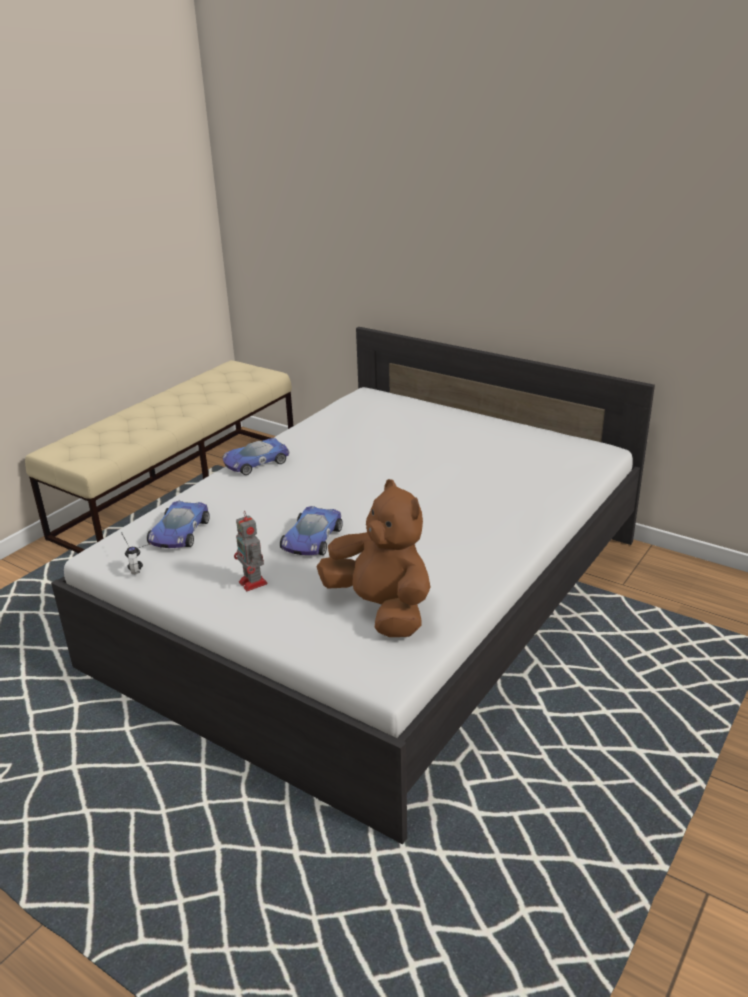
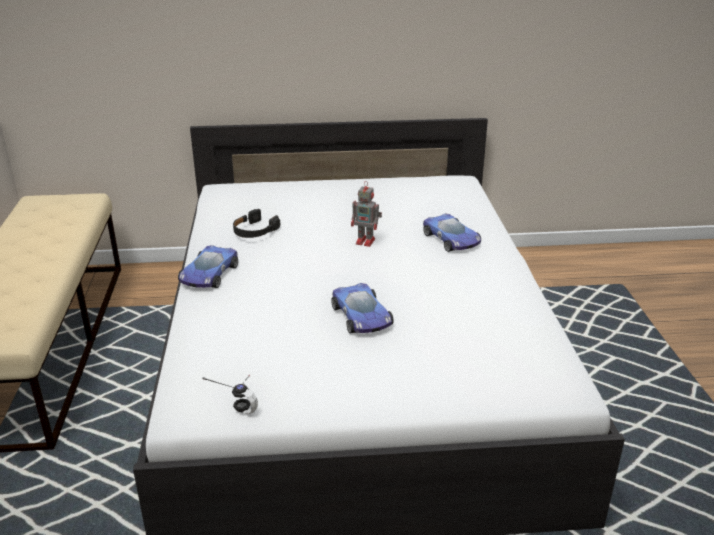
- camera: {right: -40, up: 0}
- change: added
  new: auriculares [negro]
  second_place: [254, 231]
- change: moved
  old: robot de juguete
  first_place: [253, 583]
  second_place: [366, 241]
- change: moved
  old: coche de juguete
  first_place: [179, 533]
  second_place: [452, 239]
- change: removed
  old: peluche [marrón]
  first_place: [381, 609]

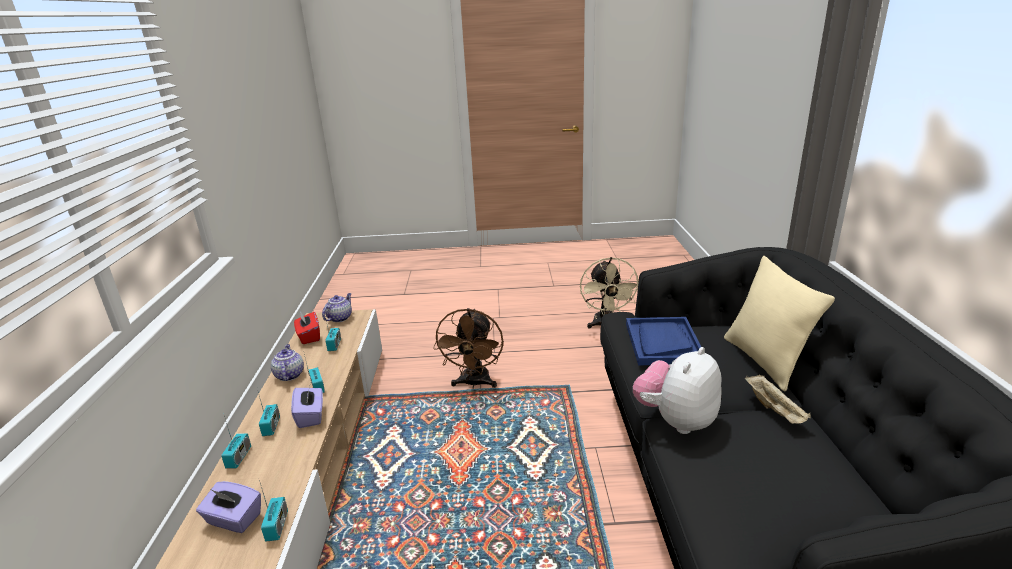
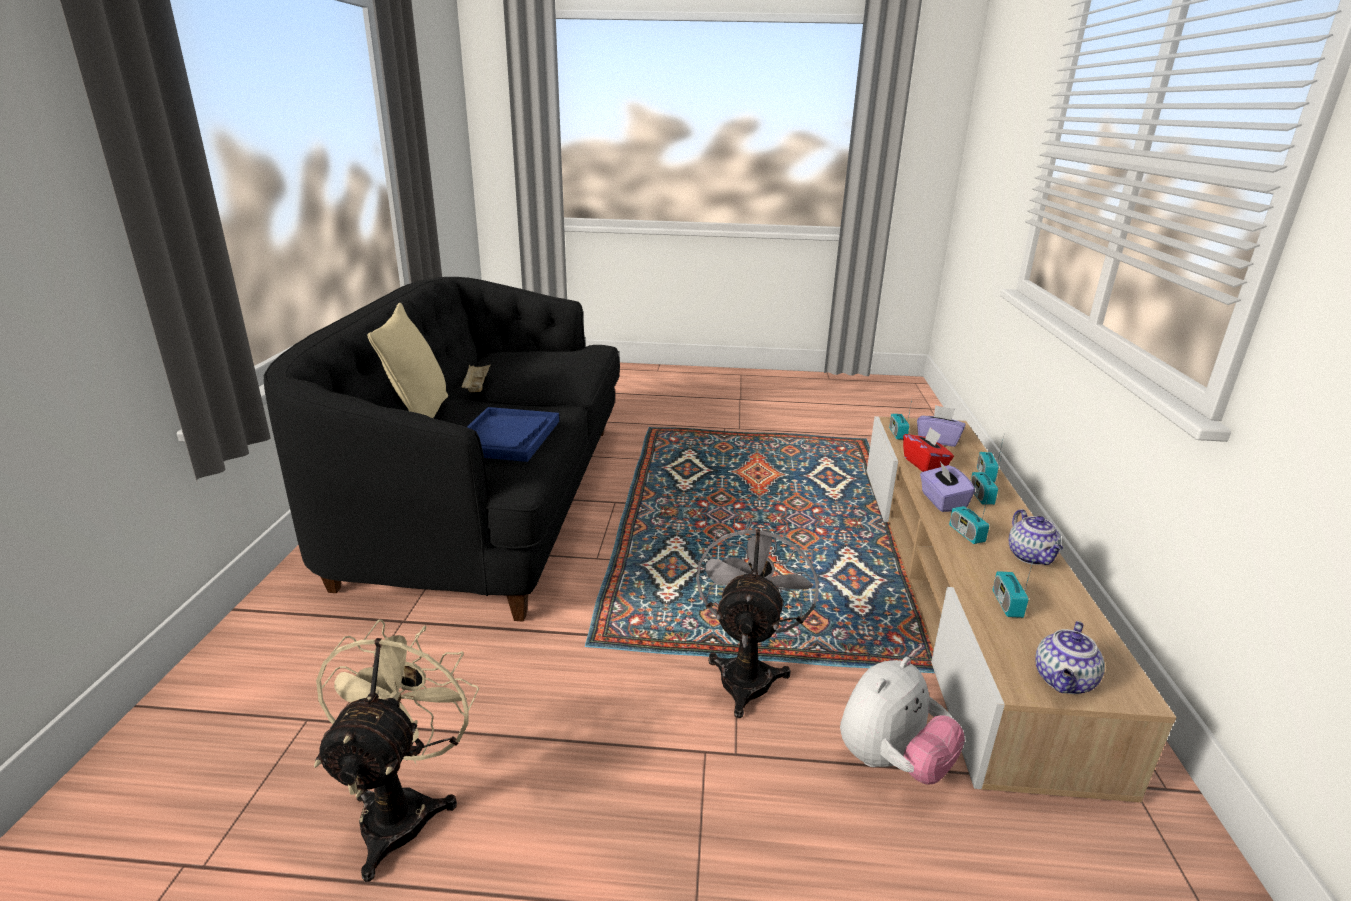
- camera: {right: -175, up: 0}
- change: recoloured
  old: ventilador [marrón]
  new: ventilador [gris]
  first_place: [474, 383]
  second_place: [748, 672]
- change: moved
  old: peluche
  first_place: [676, 420]
  second_place: [891, 762]
- change: moved
  old: caja de pañuelos [rojo]
  first_place: [309, 337]
  second_place: [925, 464]

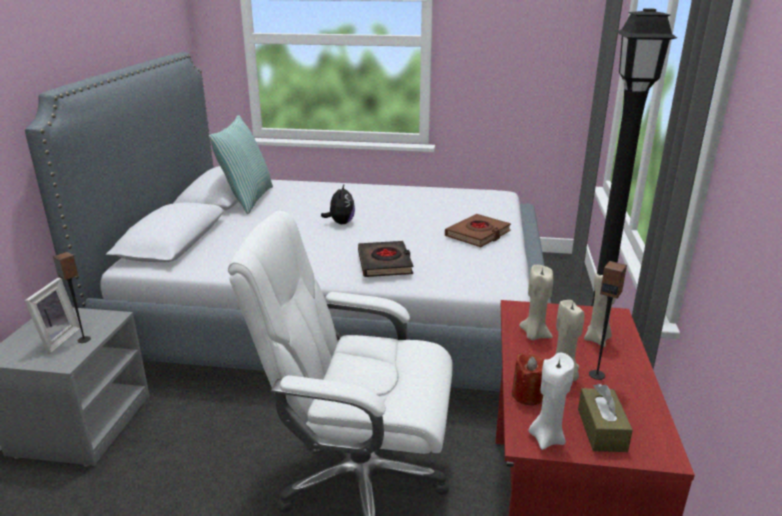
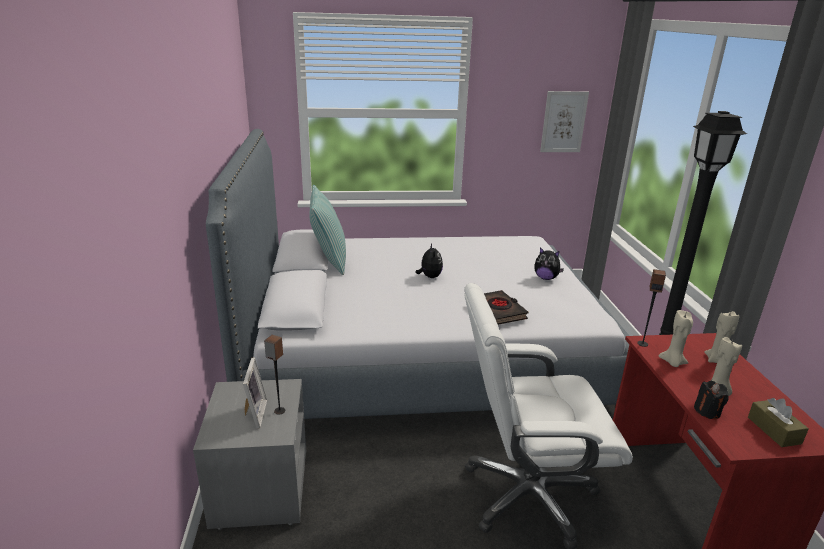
- camera: {right: -15, up: 0}
- change: replaced
  old: libro [marrón]
  new: peluche
  first_place: [478, 234]
  second_place: [546, 278]
- change: added
  new: cuadro
  second_place: [563, 122]
- change: moved
  old: altavoz
  first_place: [597, 375]
  second_place: [642, 343]
- change: recoloured
  old: vela [rojo]
  new: vela [negro]
  first_place: [527, 395]
  second_place: [707, 411]
- change: removed
  old: vela [blanco]
  first_place: [547, 438]

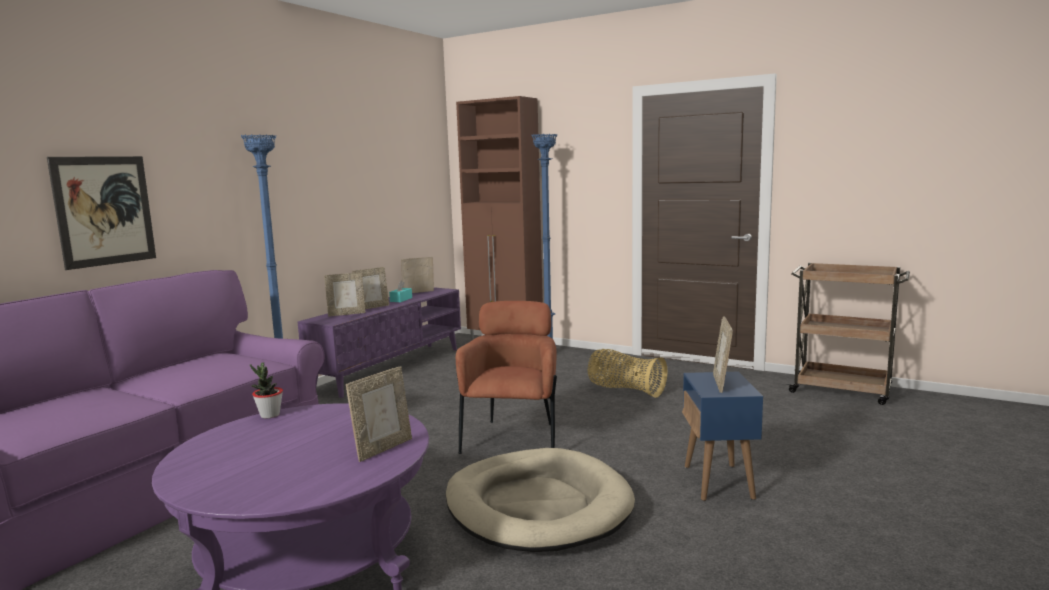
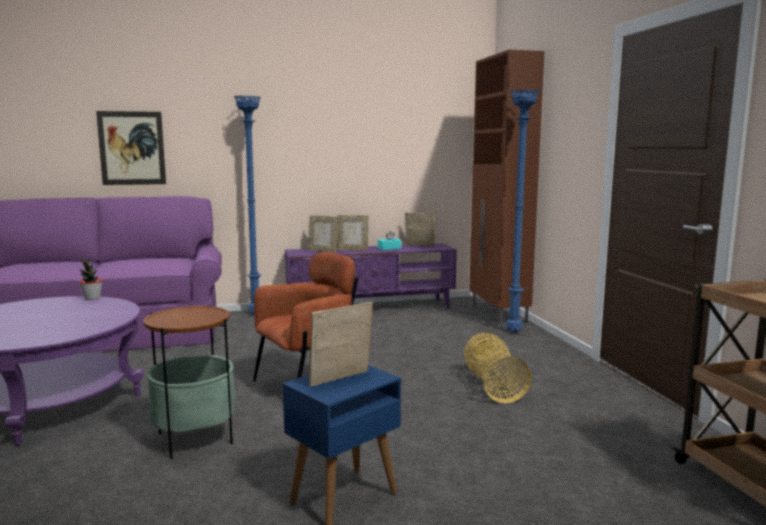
- camera: {right: 45, up: 0}
- change: replaced
  old: cama para perro [beis]
  new: mesa auxiliar
  first_place: [537, 506]
  second_place: [195, 438]
- change: removed
  old: portarretratos
  first_place: [383, 448]

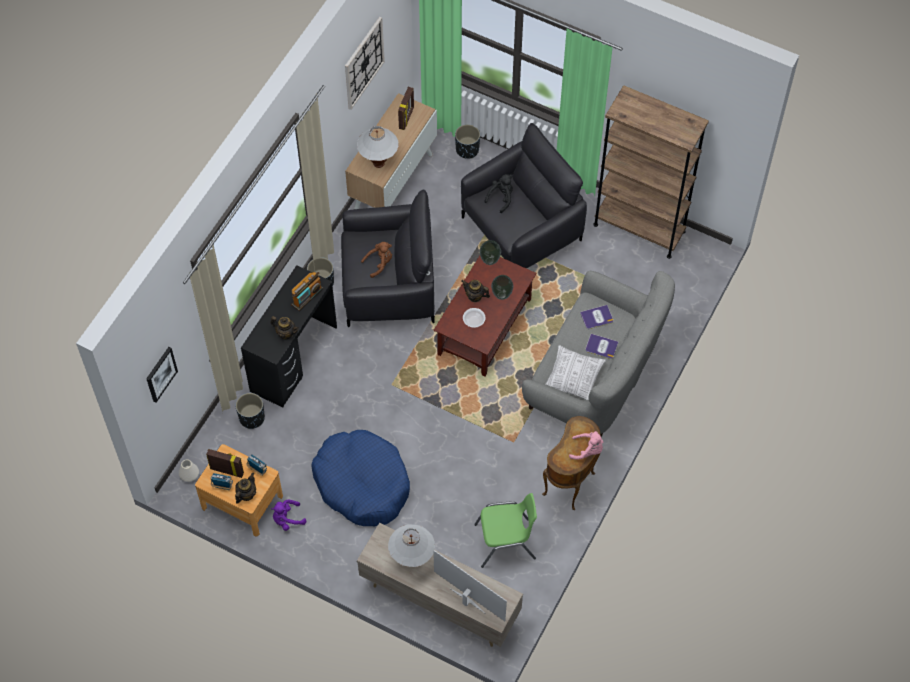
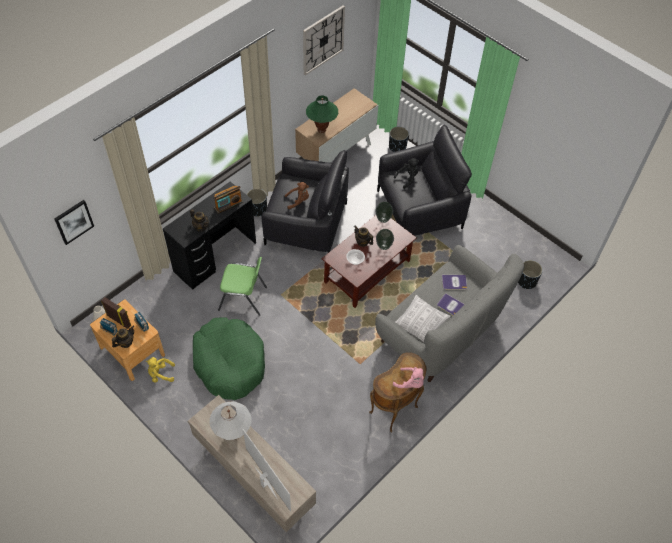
- camera: {right: 15, up: -5}
- change: recoloured
  old: peluche [morado]
  new: peluche [amarillo]
  first_place: [287, 519]
  second_place: [160, 374]
- change: recoloured
  old: cama para perro [azul]
  new: cama para perro [verde]
  first_place: [362, 483]
  second_place: [229, 363]
- change: moved
  old: silla [verde]
  first_place: [506, 542]
  second_place: [243, 298]
- change: recoloured
  old: lámpara de mesa [blanco]
  new: lámpara de mesa [verde]
  first_place: [379, 163]
  second_place: [322, 130]
- change: moved
  old: maceta [negro]
  first_place: [252, 418]
  second_place: [526, 281]
- change: removed
  old: portarretratos
  first_place: [407, 118]
- change: removed
  old: estantería [marrón]
  first_place: [639, 228]

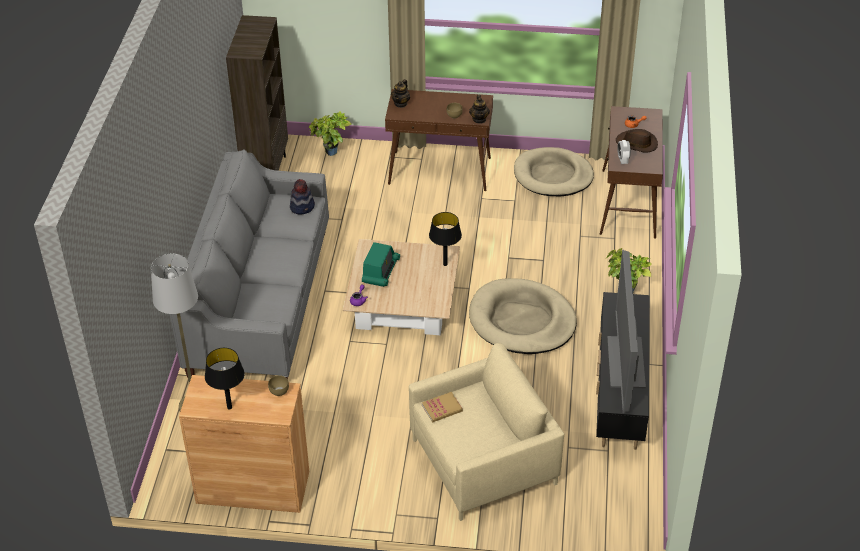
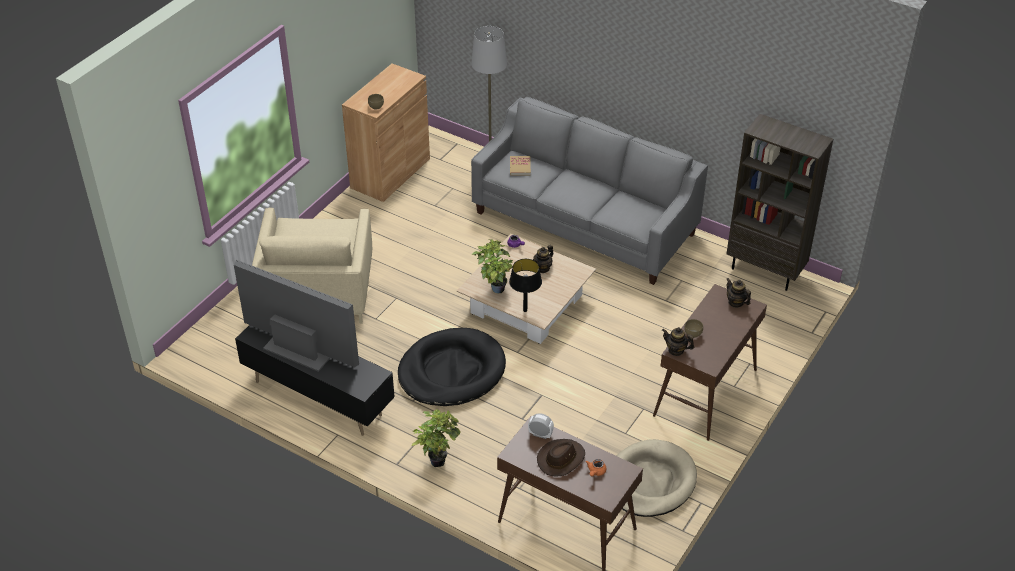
- camera: {right: 115, up: 0}
- change: recoloured
  old: cama para perro [beis]
  new: cama para perro [negro]
  first_place: [522, 321]
  second_place: [451, 371]
- change: moved
  old: planta en maceta
  first_place: [331, 154]
  second_place: [494, 288]
- change: moved
  old: libro
  first_place: [442, 408]
  second_place: [520, 166]
- change: replaced
  old: radio
  new: tetera
  first_place: [380, 271]
  second_place: [542, 268]
- change: removed
  old: lámpara de mesa [negro]
  first_place: [229, 407]
- change: removed
  old: sombrero
  first_place: [302, 207]

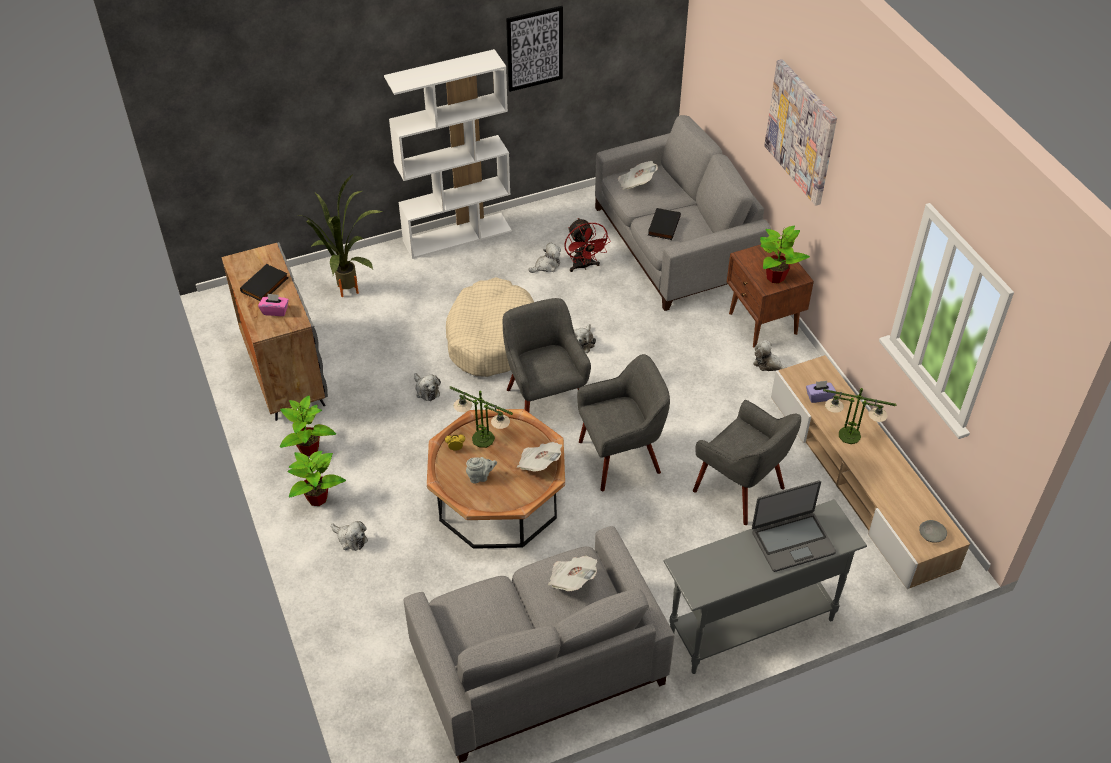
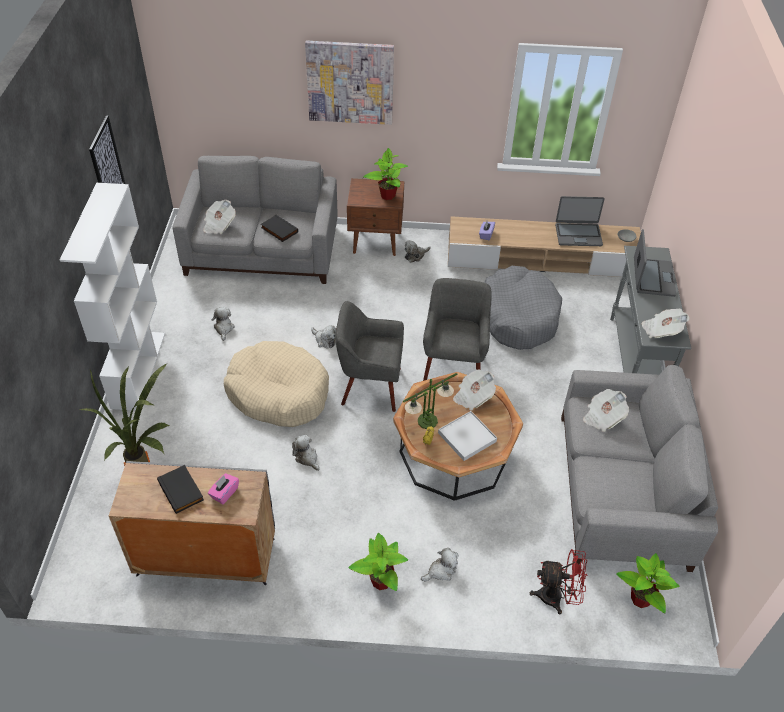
- camera: {right: -65, up: 0}
- change: turned
  old: peluche
  first_place: [426, 390]
  second_place: [306, 457]
  degrees: -120
- change: replaced
  old: tetera [gris]
  new: bandeja [blanco]
  first_place: [480, 477]
  second_place: [467, 437]
- change: replaced
  old: sillón [gris]
  new: cama para perro [gris]
  first_place: [740, 489]
  second_place: [518, 316]
- change: moved
  old: ventilador [rojo]
  first_place: [584, 266]
  second_place: [557, 597]
- change: added
  new: portátil
  second_place: [578, 235]
- change: moved
  old: planta en maceta
  first_place: [309, 449]
  second_place: [641, 599]
- change: added
  new: periódico
  second_place: [661, 330]
- change: removed
  old: lámpara de mesa
  first_place: [850, 435]

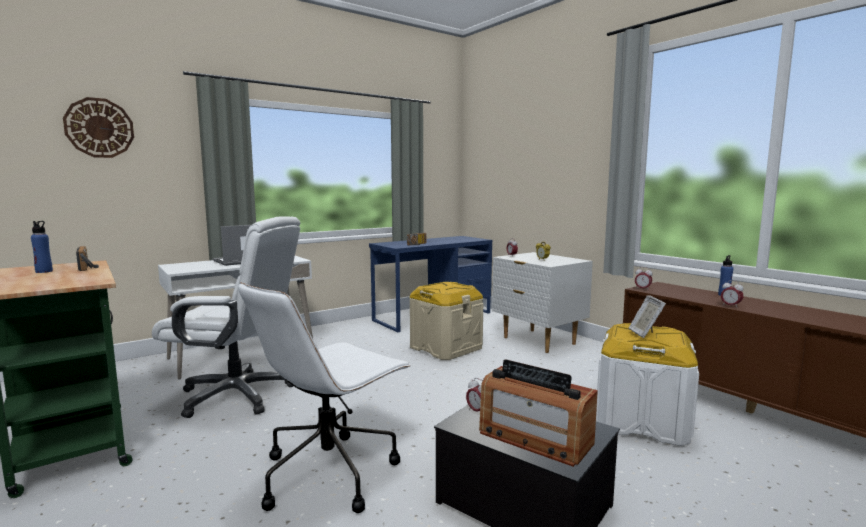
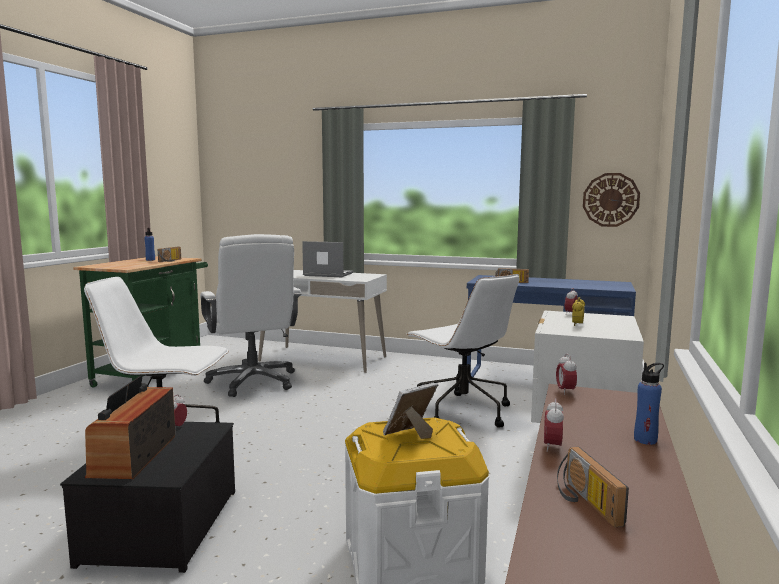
- camera: {right: 55, up: 0}
- change: replaced
  old: caja de almacenaje [beis]
  new: silla de oficina [blanco]
  first_place: [446, 348]
  second_place: [462, 411]
- change: added
  new: radio
  second_place: [584, 502]
- change: moved
  old: reloj de pared
  first_place: [99, 128]
  second_place: [610, 200]

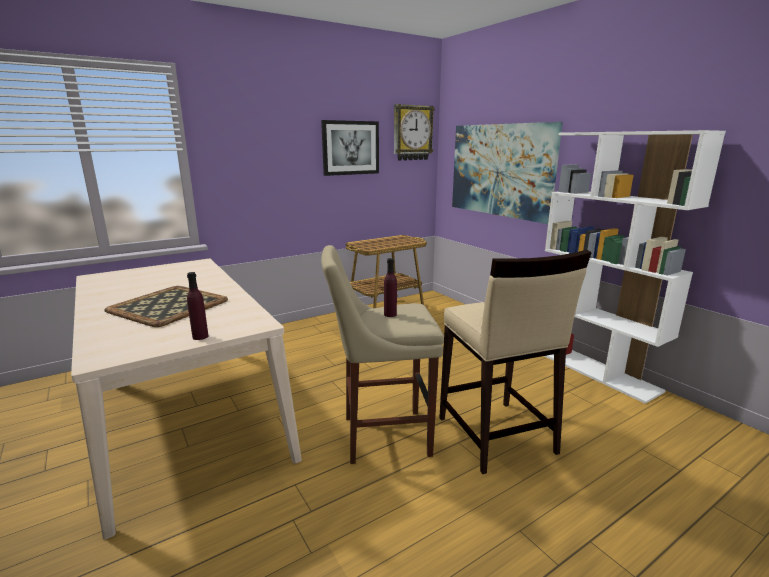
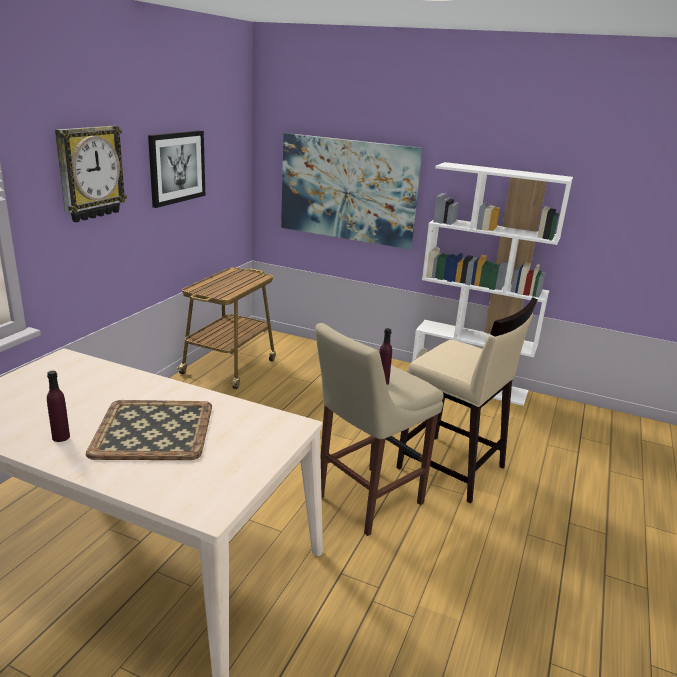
- camera: {right: -35, up: 5}
- change: moved
  old: botella [morado]
  first_place: [200, 336]
  second_place: [61, 437]
- change: moved
  old: reloj de pared
  first_place: [412, 133]
  second_place: [90, 173]

